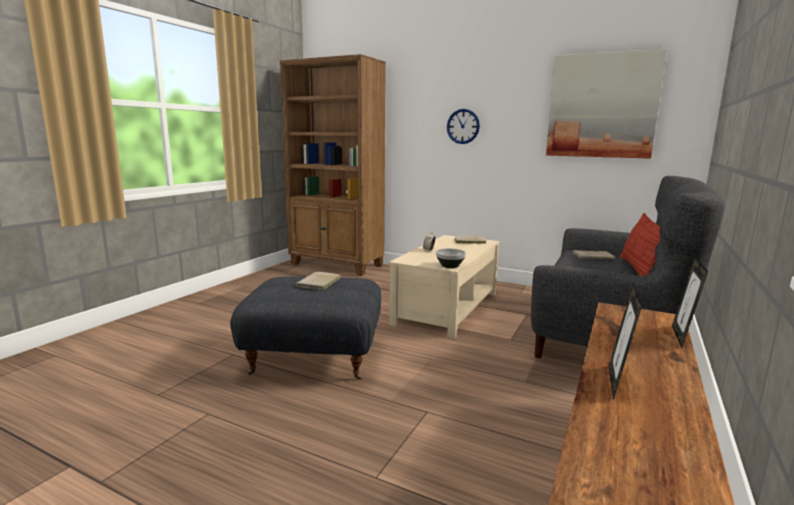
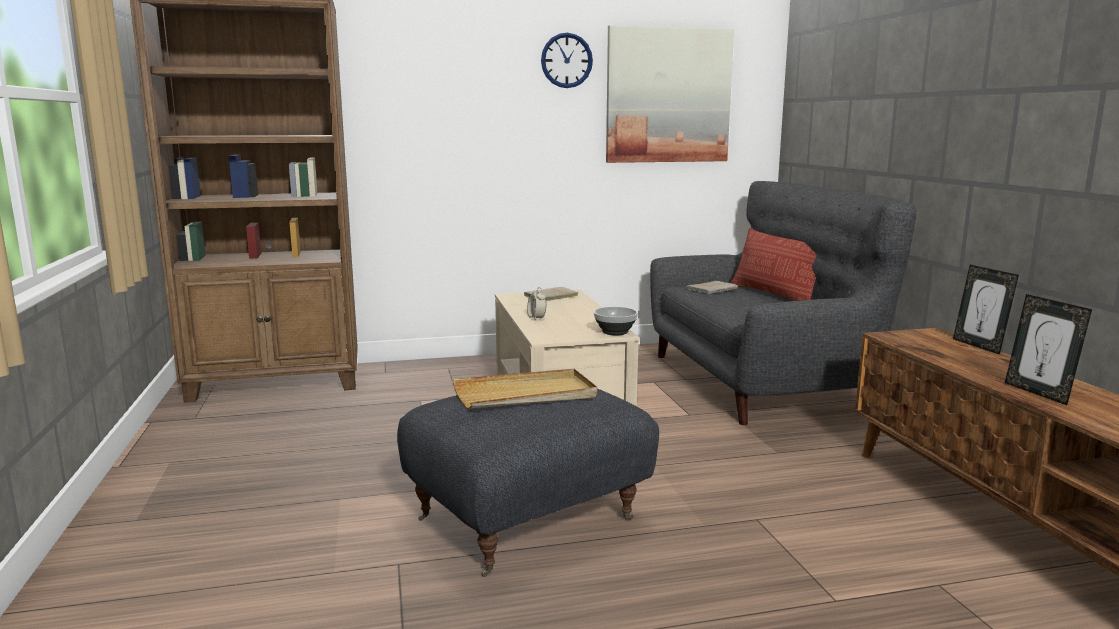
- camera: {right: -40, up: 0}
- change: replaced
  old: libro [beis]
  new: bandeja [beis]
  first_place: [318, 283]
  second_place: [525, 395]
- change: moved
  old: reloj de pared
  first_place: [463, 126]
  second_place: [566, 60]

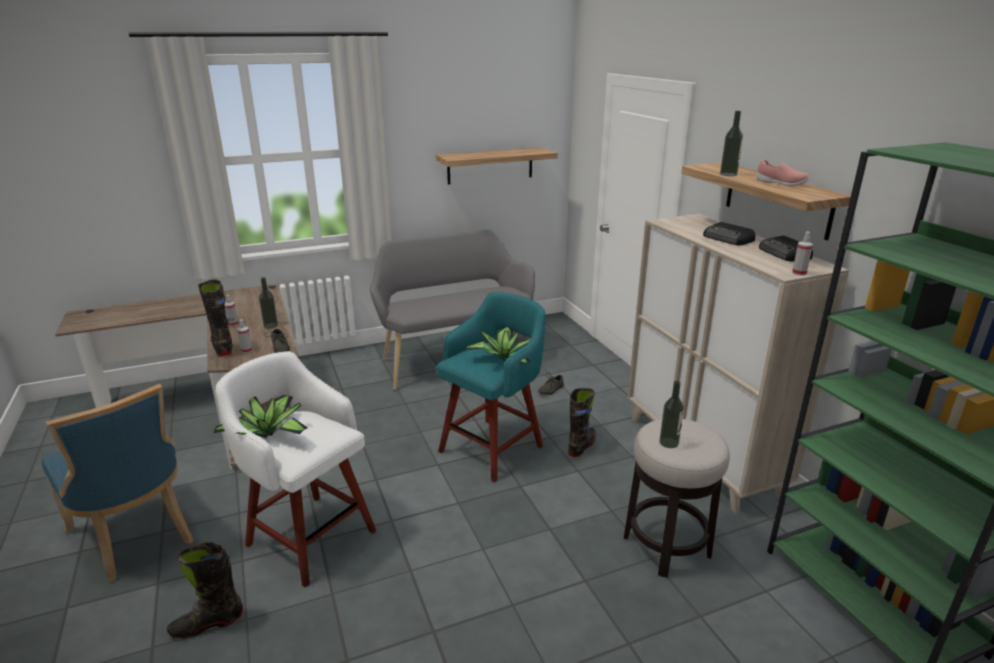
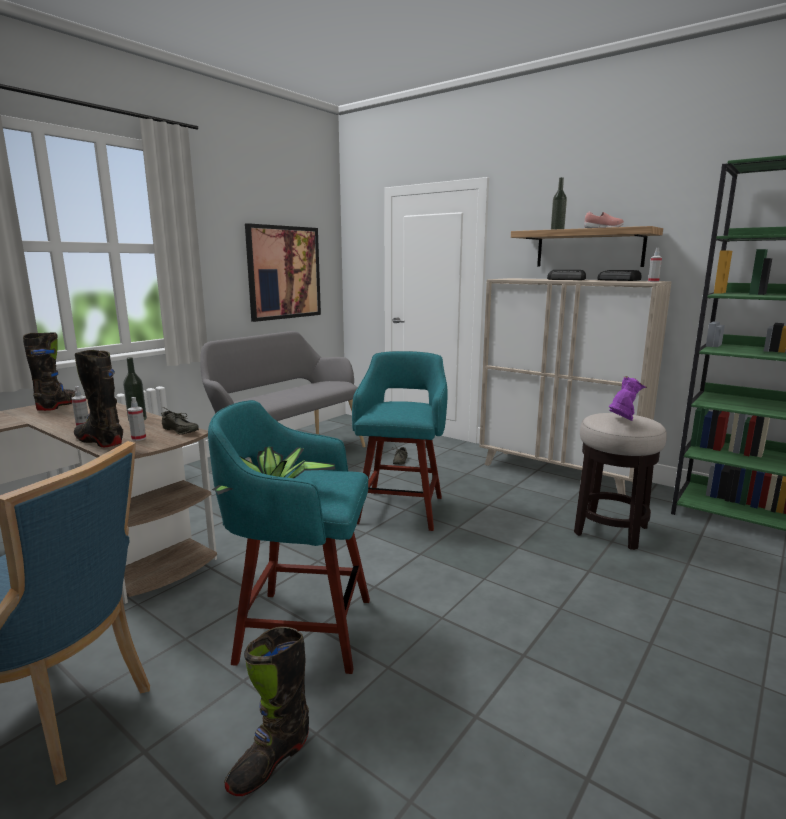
- camera: {right: -30, up: -10}
- change: moved
  old: bota [negro]
  first_place: [582, 446]
  second_place: [58, 405]
- change: recoloured
  old: taburete [blanco]
  new: taburete [turquesa]
  first_place: [309, 536]
  second_place: [301, 629]
- change: replaced
  old: estante
  new: cuadro
  first_place: [490, 165]
  second_place: [284, 272]
- change: replaced
  old: botella
  new: bota [morado]
  first_place: [669, 442]
  second_place: [621, 423]
- change: removed
  old: planta en maceta
  first_place: [502, 358]

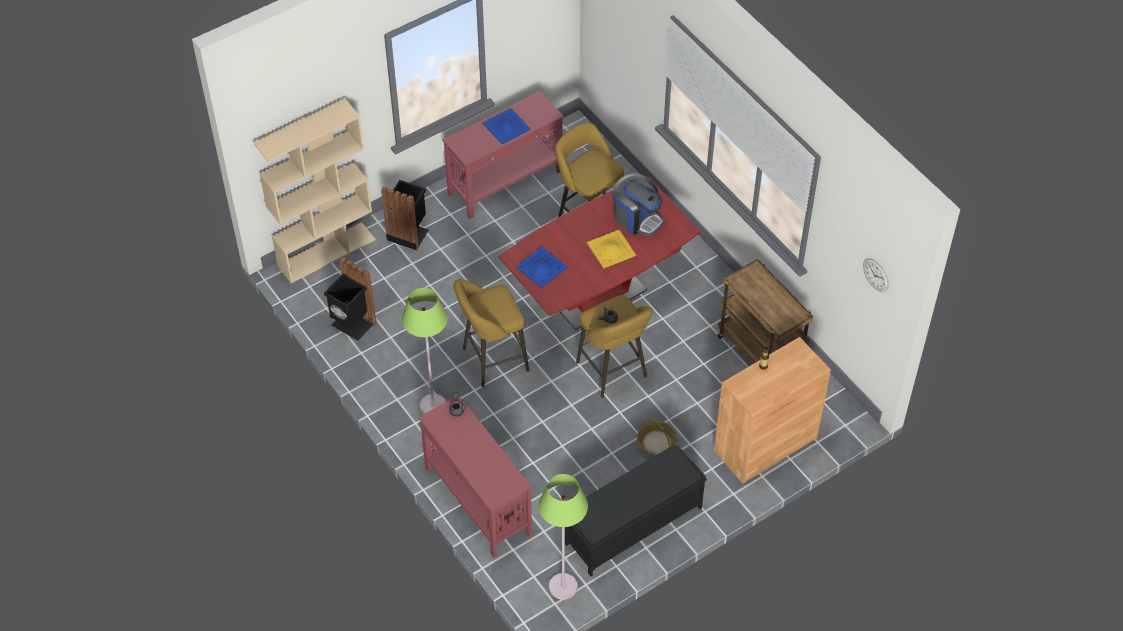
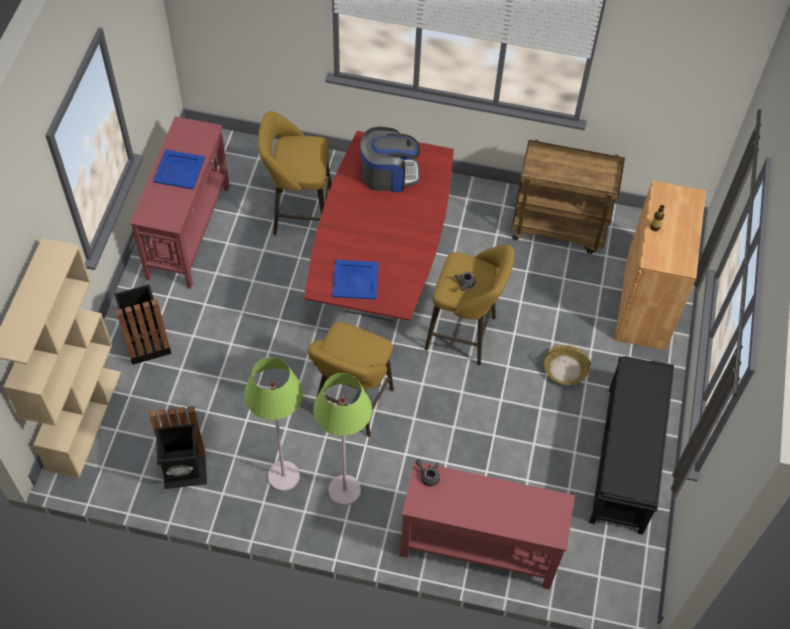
- camera: {right: -45, up: 5}
- change: moved
  old: lámpara de pie [verde]
  first_place: [563, 587]
  second_place: [283, 476]
- change: removed
  old: bandeja [amarillo]
  first_place: [611, 249]
- change: removed
  old: reloj de pared
  first_place: [875, 275]

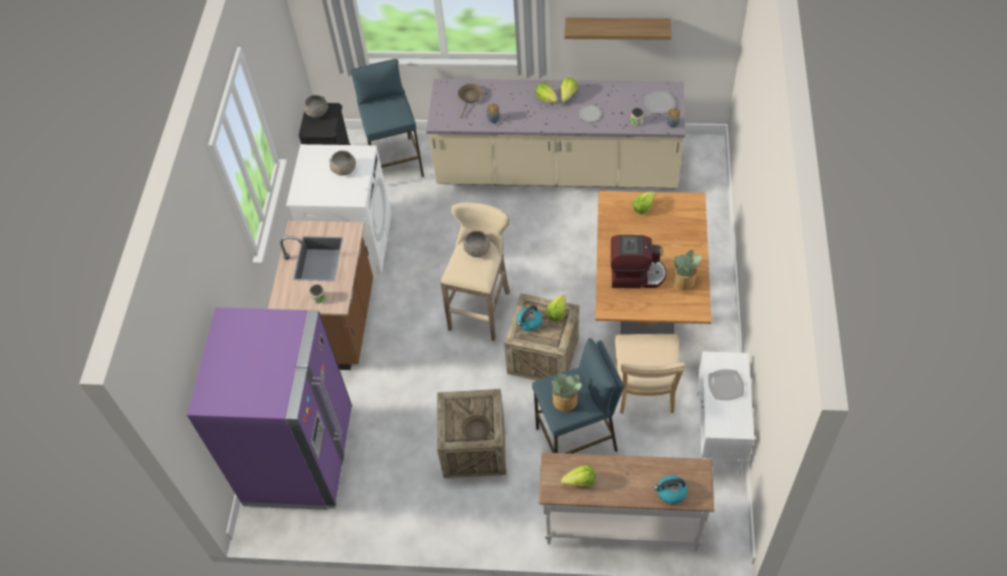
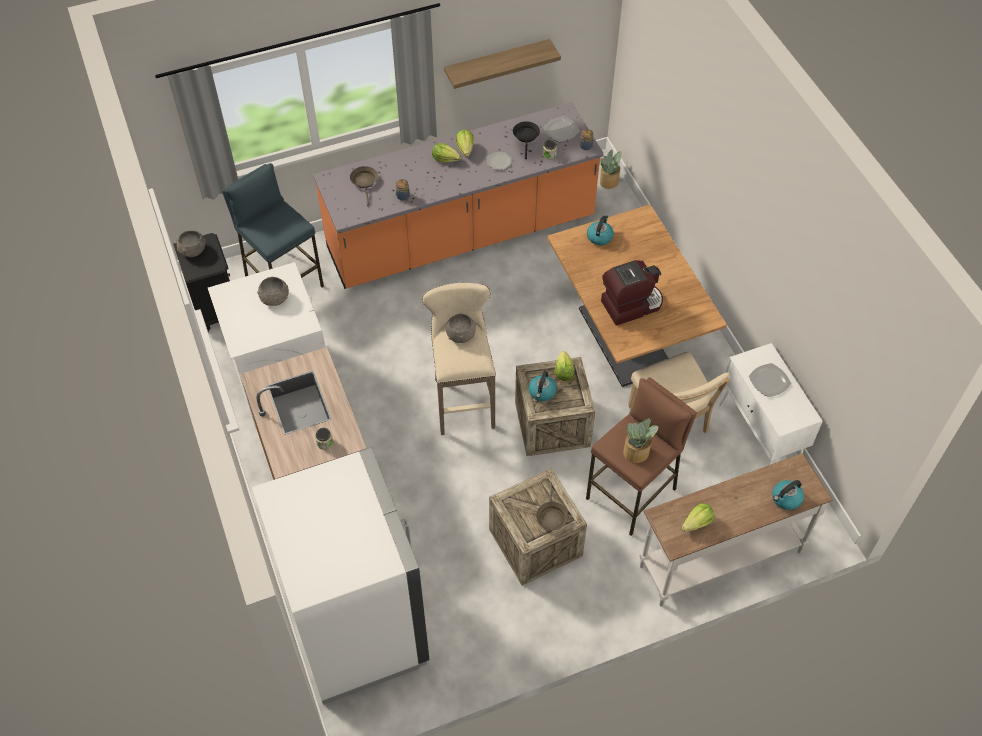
- camera: {right: -30, up: 0}
- change: recoloured
  old: nevera [morado]
  new: nevera [blanco]
  first_place: [300, 457]
  second_place: [357, 627]
- change: recoloured
  old: mueble bajo de cocina [beis]
  new: mueble bajo de cocina [naranja]
  first_place: [557, 170]
  second_place: [461, 235]
- change: added
  new: sartén [negro]
  second_place: [526, 137]
- change: recoloured
  old: taburete [azul]
  new: taburete [marrón]
  first_place: [577, 440]
  second_place: [632, 494]
- change: replaced
  old: lechuga
  new: hervidor
  first_place: [643, 206]
  second_place: [599, 236]
- change: moved
  old: planta en maceta
  first_place: [684, 281]
  second_place: [609, 181]

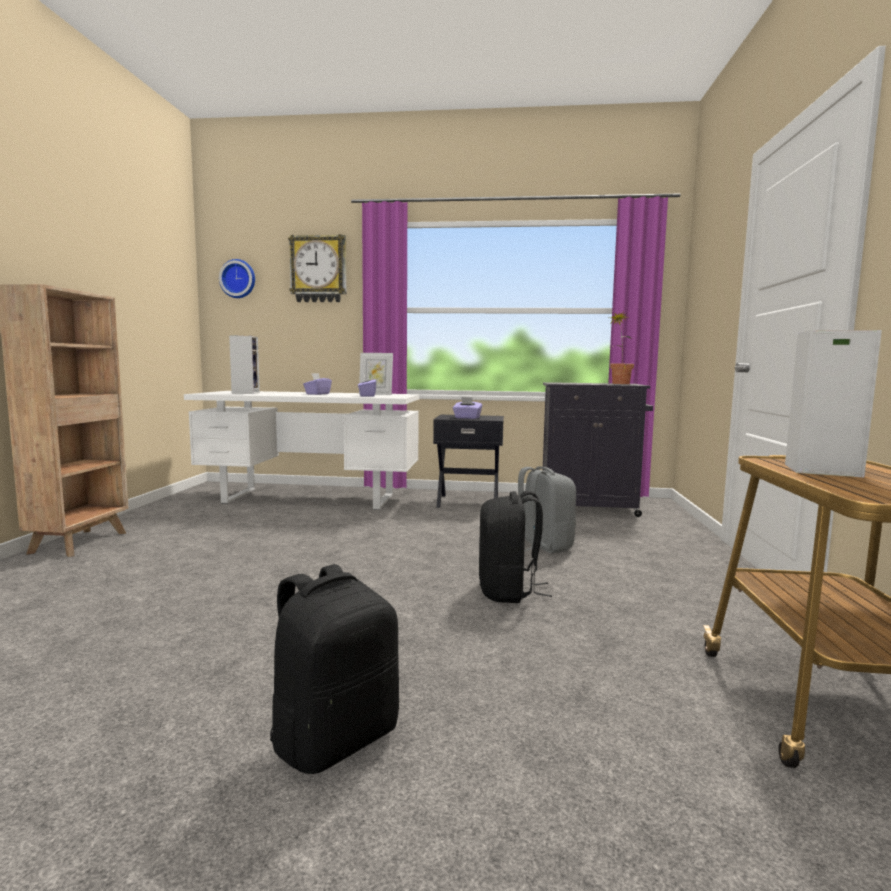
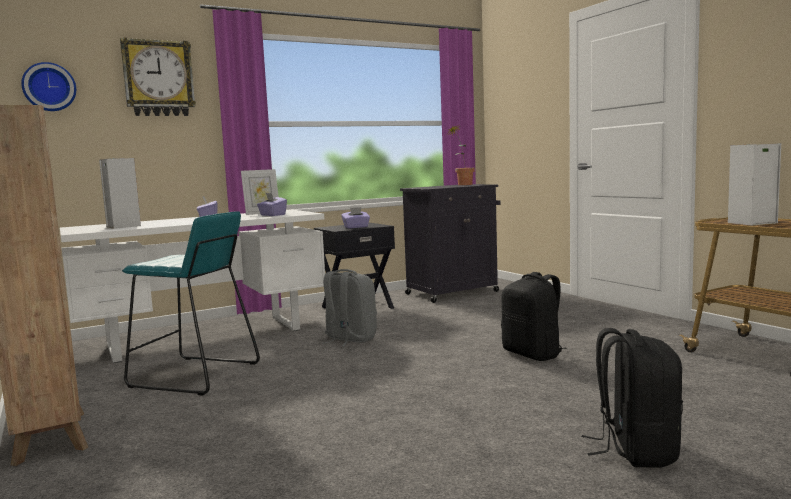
- camera: {right: -35, up: 0}
- change: added
  new: taburete [turquesa]
  second_place: [194, 375]
- change: moved
  old: mochila [gris]
  first_place: [543, 546]
  second_place: [349, 339]

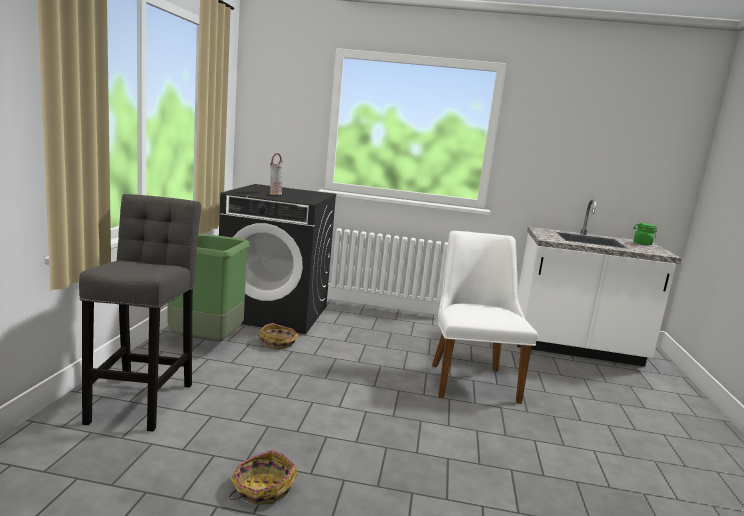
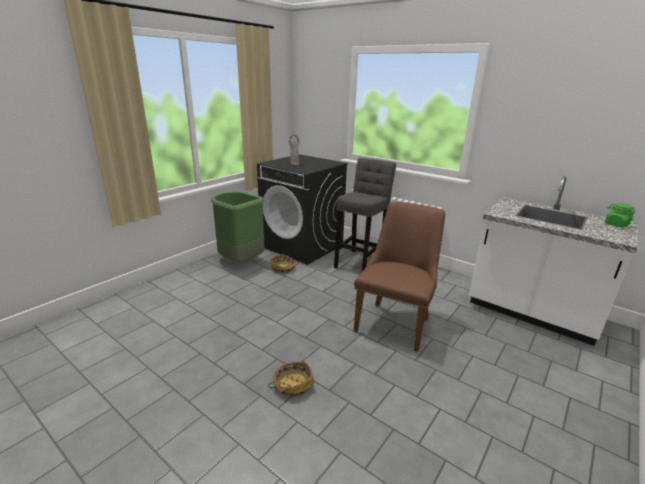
- camera: {right: 30, up: 10}
- change: moved
  old: cesta
  first_place: [262, 488]
  second_place: [292, 384]
- change: moved
  old: taburete [gris]
  first_place: [143, 399]
  second_place: [360, 261]
- change: recoloured
  old: silla [blanco]
  new: silla [marrón]
  first_place: [470, 378]
  second_place: [396, 321]

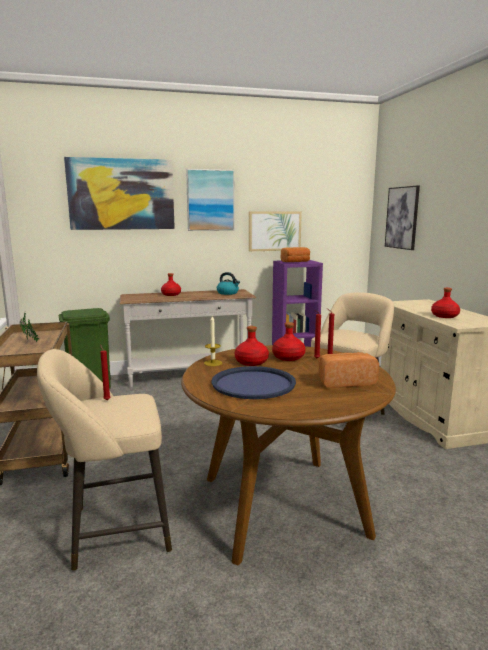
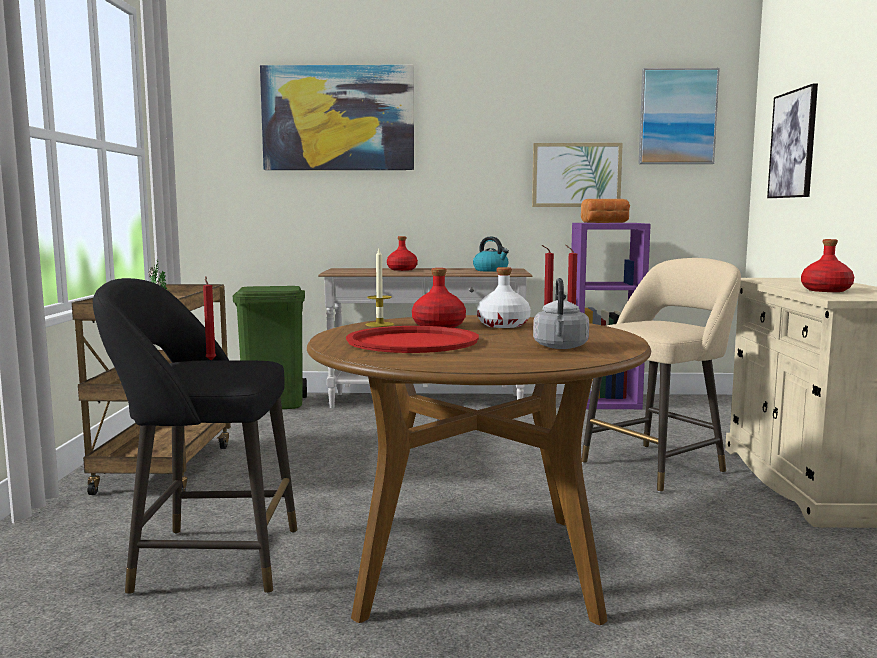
- camera: {right: 15, up: -5}
- change: recoloured
  old: taburete [beis]
  new: taburete [negro]
  first_place: [114, 531]
  second_place: [207, 560]
- change: recoloured
  old: bandeja [azul]
  new: bandeja [rojo]
  first_place: [253, 383]
  second_place: [412, 342]
- change: recoloured
  old: botella [rojo]
  new: botella [blanco]
  first_place: [288, 357]
  second_place: [503, 325]
- change: replaced
  old: pan
  new: hervidor [gris]
  first_place: [345, 382]
  second_place: [560, 347]
- change: moved
  old: cuadro
  first_place: [210, 200]
  second_place: [677, 117]

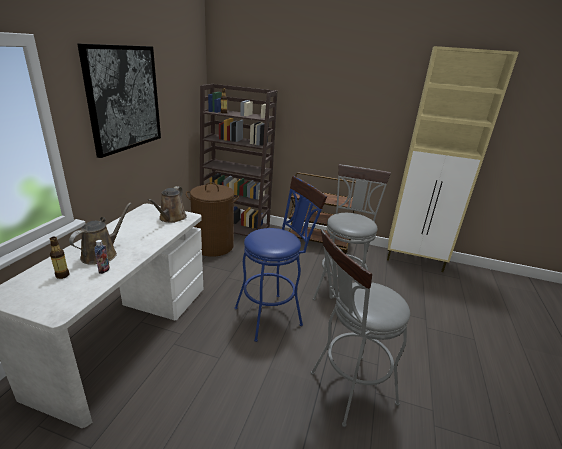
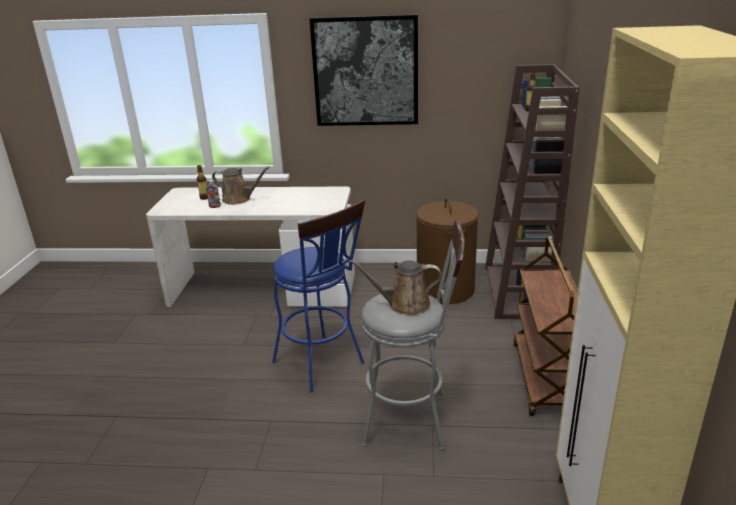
- camera: {right: 80, up: 0}
- change: moved
  old: regadera [marrón]
  first_place: [171, 218]
  second_place: [404, 305]
- change: removed
  old: taburete [gris]
  first_place: [347, 390]

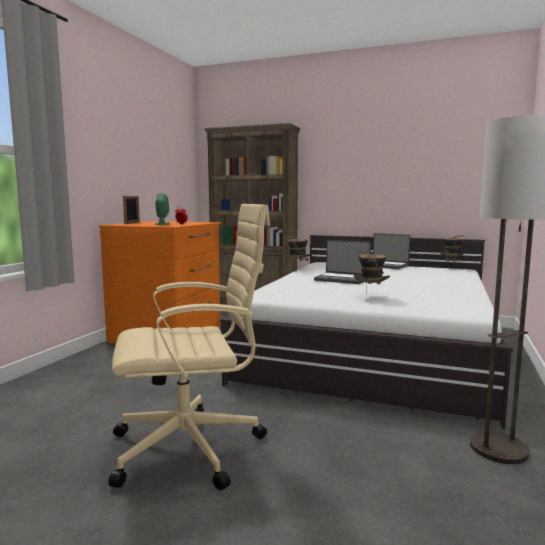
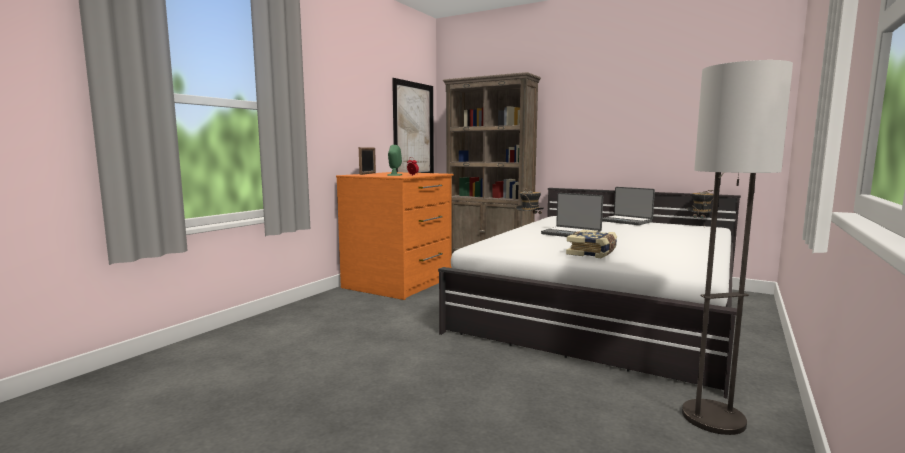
- camera: {right: 10, up: 0}
- change: added
  new: cuadro
  second_place: [414, 130]
- change: replaced
  old: sombrero
  new: libro
  first_place: [371, 297]
  second_place: [593, 253]
- change: removed
  old: silla de oficina [beis]
  first_place: [192, 447]

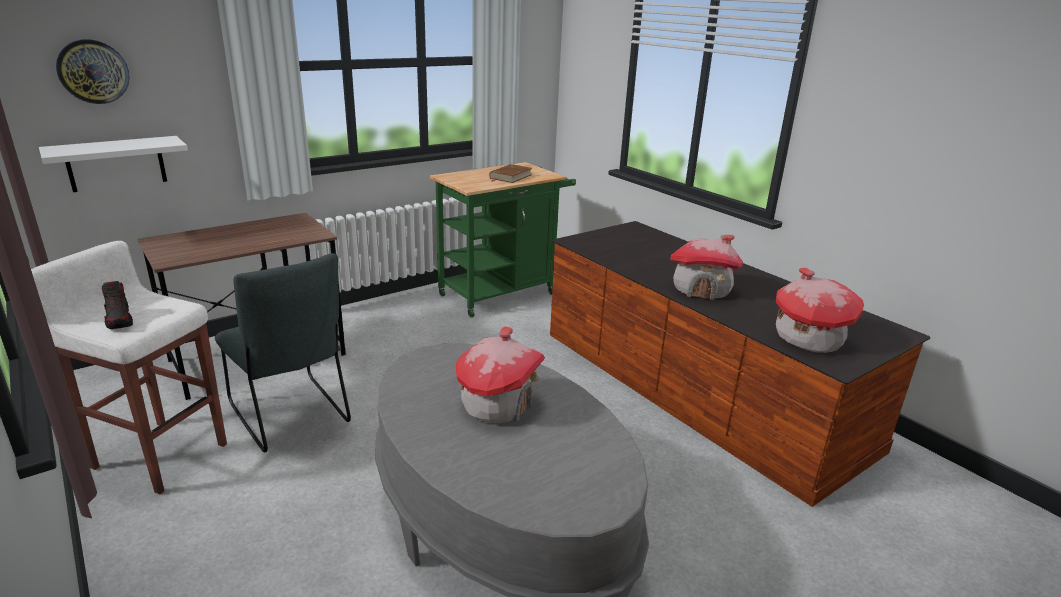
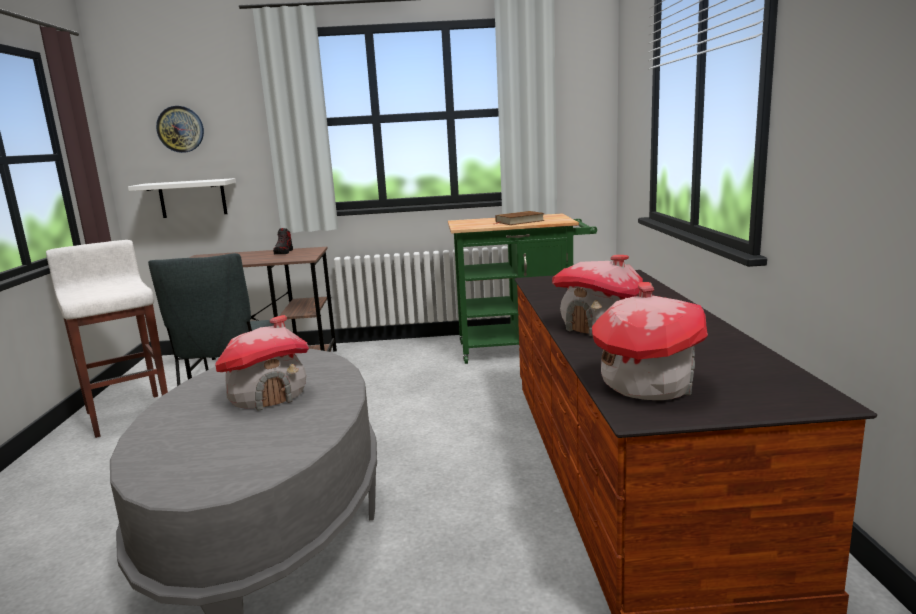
- camera: {right: 35, up: -10}
- change: moved
  old: zapato
  first_place: [119, 319]
  second_place: [283, 252]

